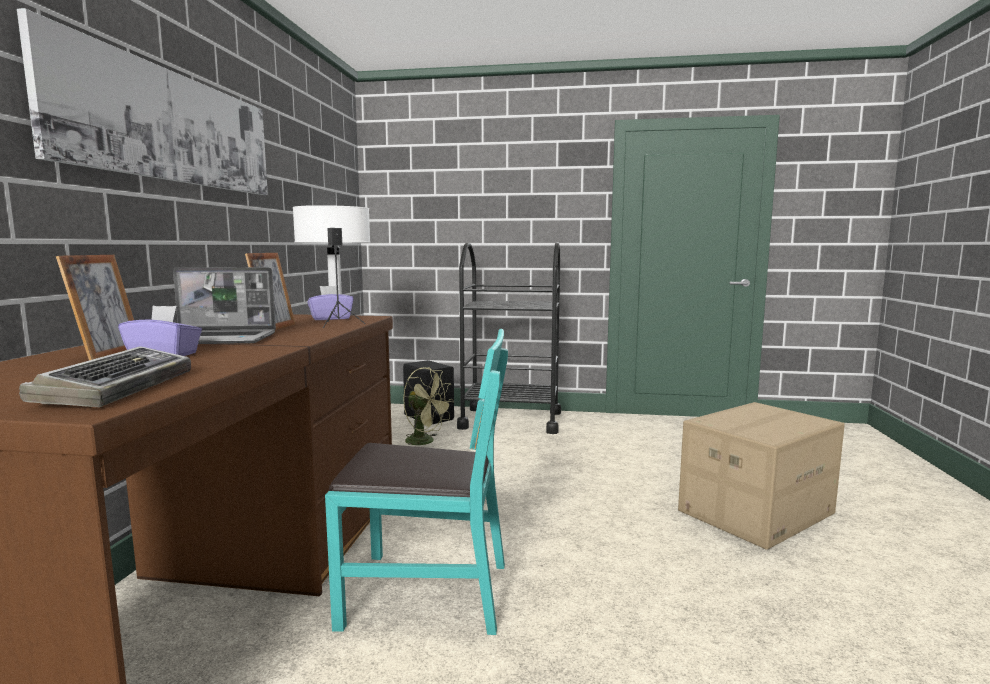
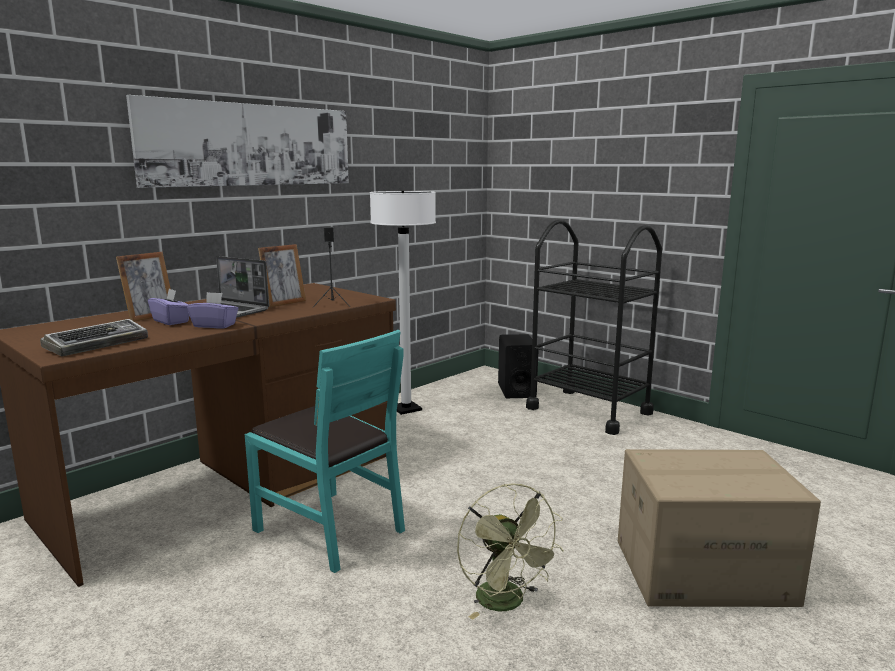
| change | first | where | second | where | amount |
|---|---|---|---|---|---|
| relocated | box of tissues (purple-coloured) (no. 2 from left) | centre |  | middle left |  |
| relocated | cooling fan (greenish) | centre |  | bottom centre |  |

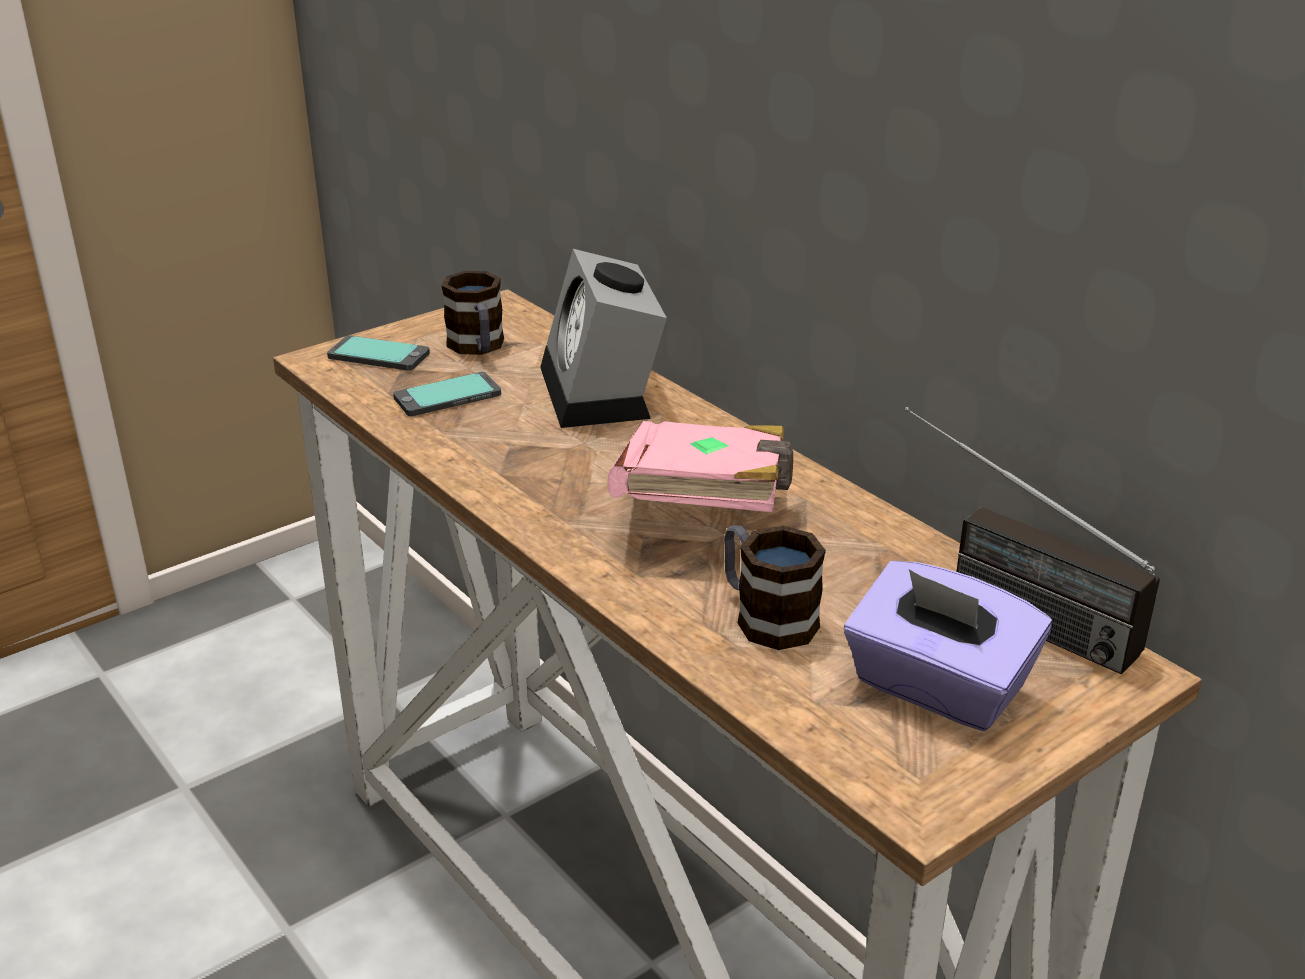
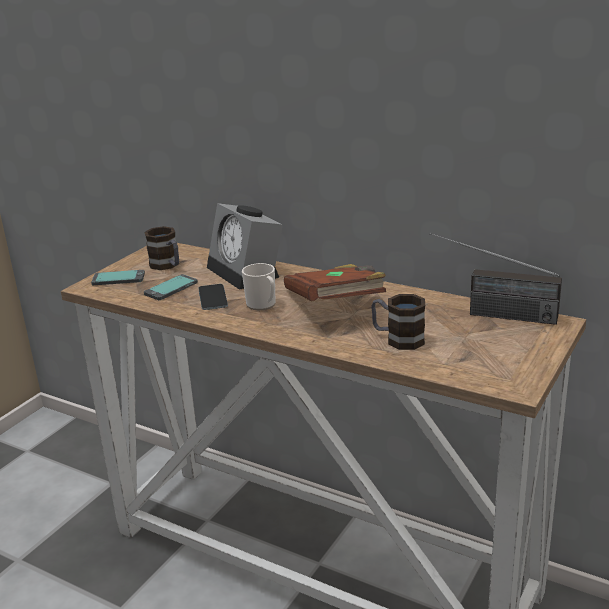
| change | first | where | second | where | amount |
|---|---|---|---|---|---|
| appeared |  |  | handset (no. 3 from left) | centre |  |
| appeared |  |  | mug (no. 2 from left) | centre |  |
| colour | volume (pinkish) | centre | volume (brownish) | centre |  |
| missing | box of tissues (purple-coloured) | middle right |  |  |  |

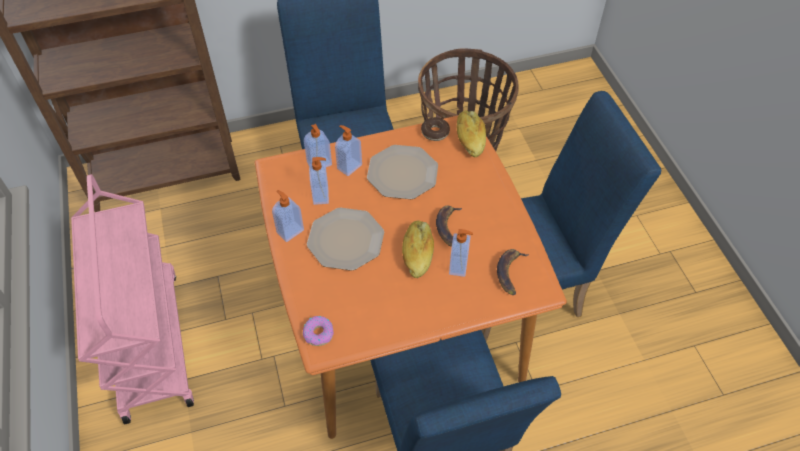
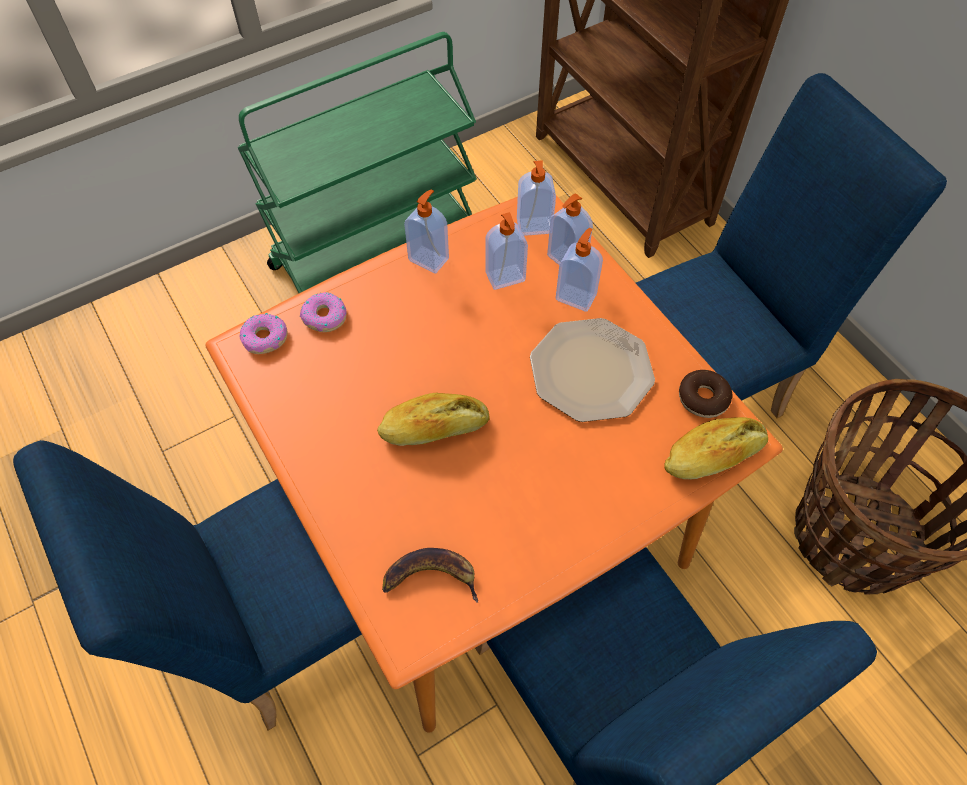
| change | first | where | second | where | amount |
|---|---|---|---|---|---|
| colour | trolley (pinkish) | middle left | trolley (greenish) | top centre |  |
| appeared |  |  | ring doughnut (no. 2 from left) | centre |  |
| relocated | soap dispenser (no. 5 from left in the first image) | centre | soap dispenser (no. 3 from left) | top centre |  |
| missing | flat dish (no. 1 from left) | centre |  |  |  |
| missing | banana fruit (no. 1 from left) | centre |  |  |  |

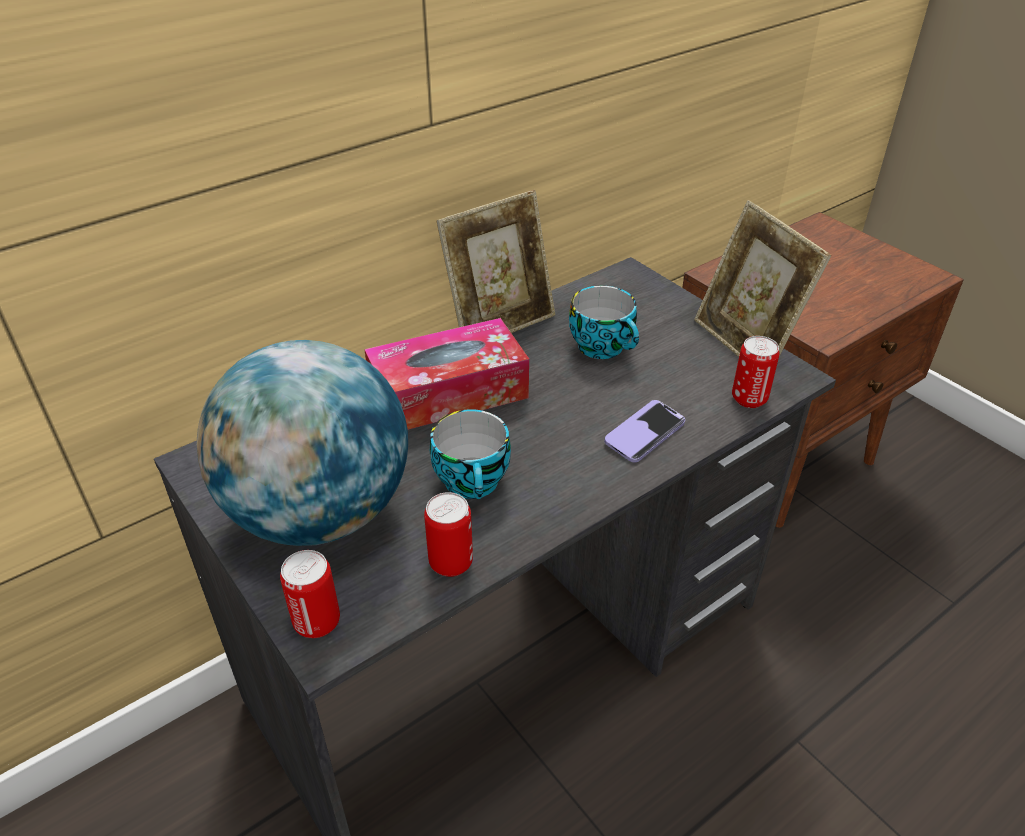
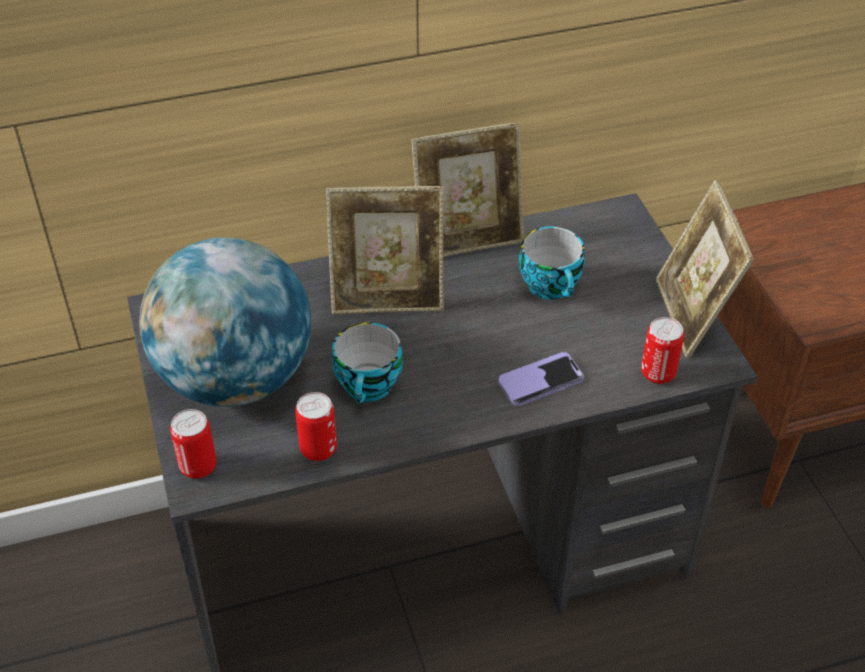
| change | first | where | second | where | amount |
|---|---|---|---|---|---|
| exchanged | box of tissues | centre | picture frame (no. 1 from left) | centre |  |

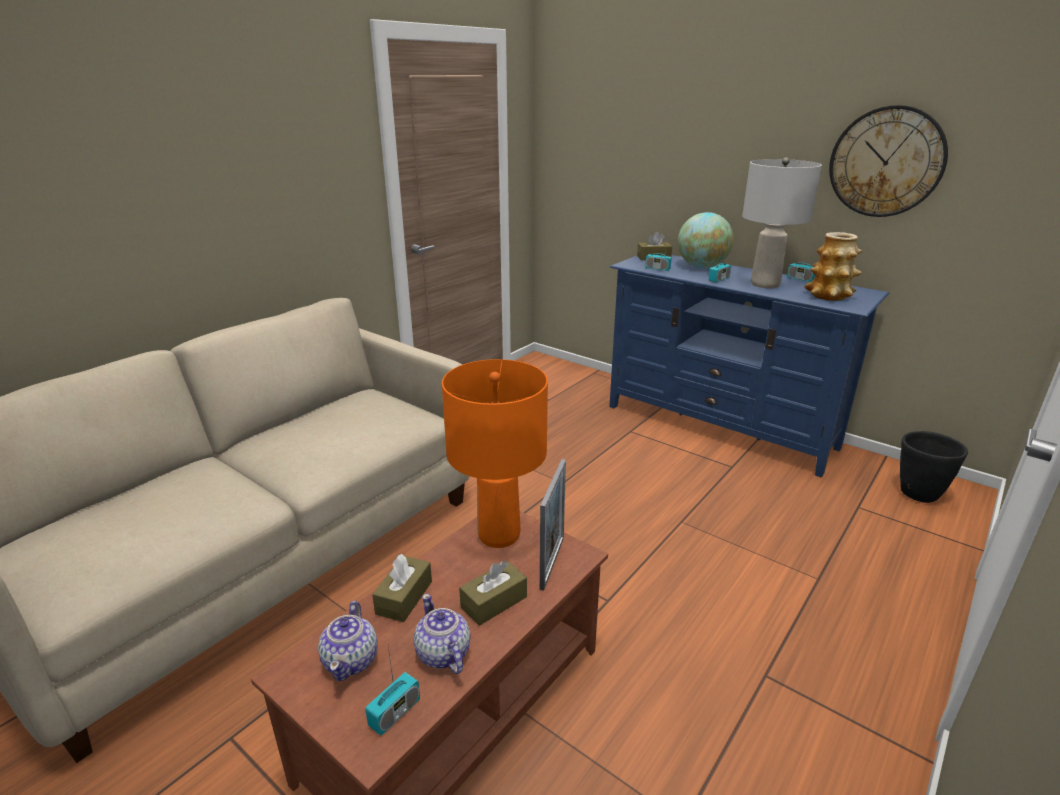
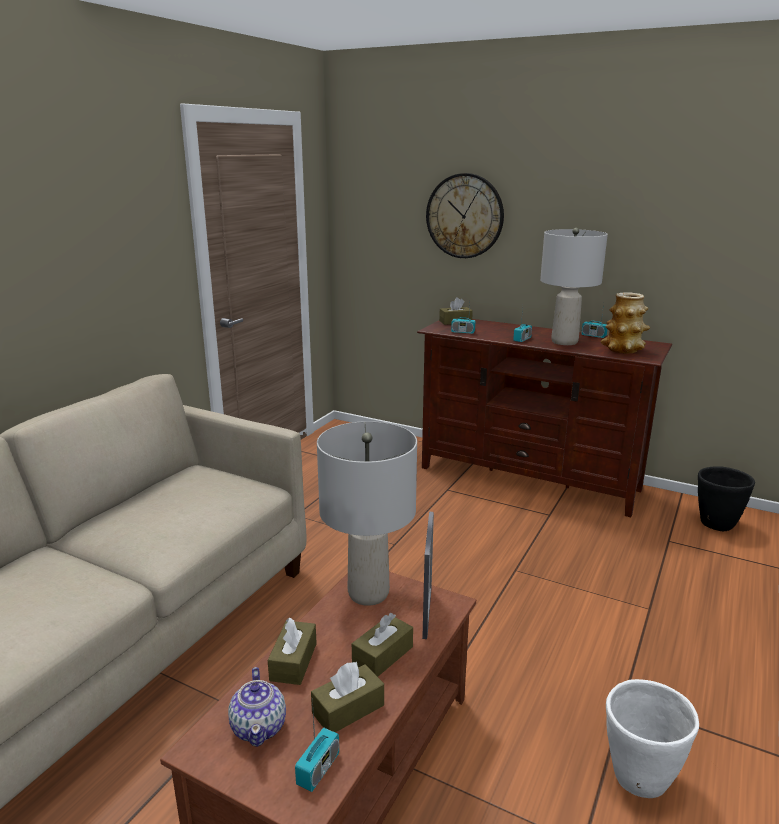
| change | first | where | second | where | amount |
|---|---|---|---|---|---|
| exchanged | tea pot (no. 2 from left) | bottom centre | box of tissues (brownish) (no. 2 from left) | bottom centre |  |
| colour | lamp for a table (orangey) | centre | lamp for a table (gray) (no. 1 from left) | centre |  |
| colour | media console (bluish) | middle right | media console (brownish) | middle right |  |
| relocated | wall clock | top right |  | top centre |  |
| appeared |  |  | planter (white) | bottom right |  |
| missing | desk globe | top centre |  |  |  |

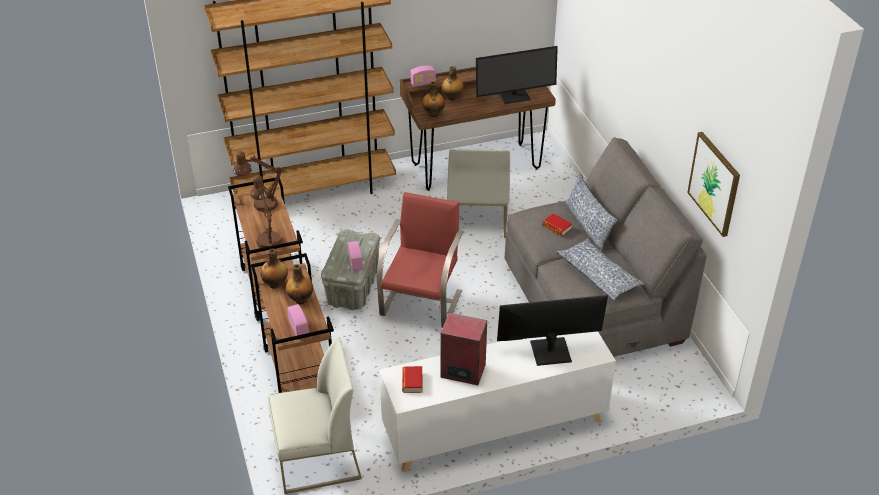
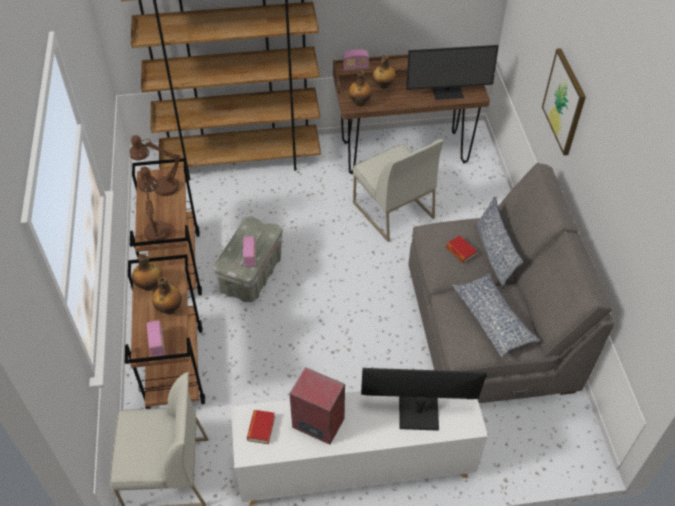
| change | first | where | second | where | amount |
|---|---|---|---|---|---|
| spun | plain chair (white) (no. 2 from left) | centre |  | centre | 45 degrees counterclockwise |
| relocated | wall picture | middle right |  | top right |  |
| missing | plain chair (red-coloured) | centre |  |  |  |

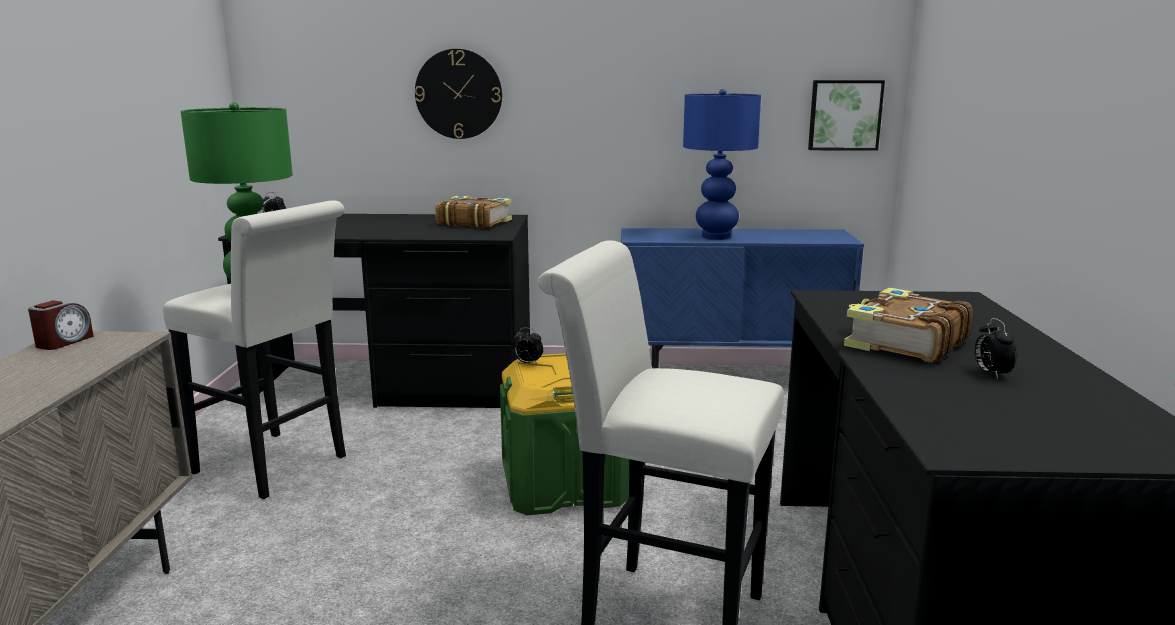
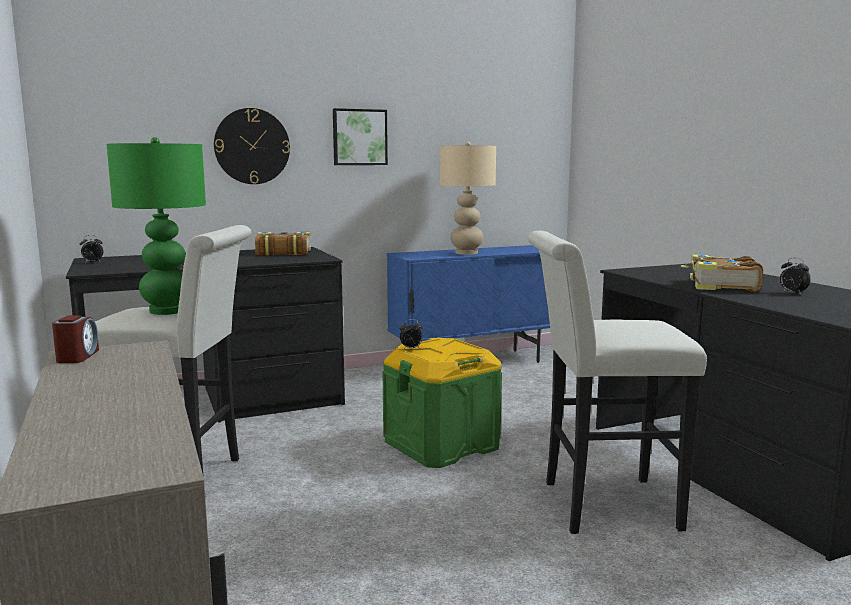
| change | first | where | second | where | amount |
|---|---|---|---|---|---|
| relocated | wall picture | top right |  | top centre |  |
| colour | lamp for a table (bluish) | top centre | lamp for a table (beige-coloured) | top centre |  |

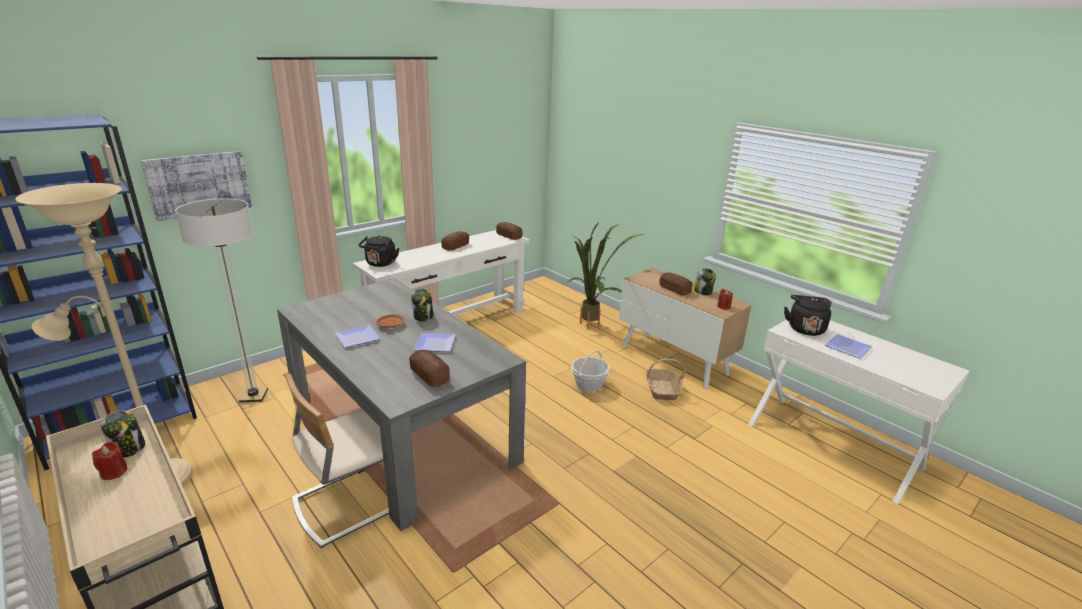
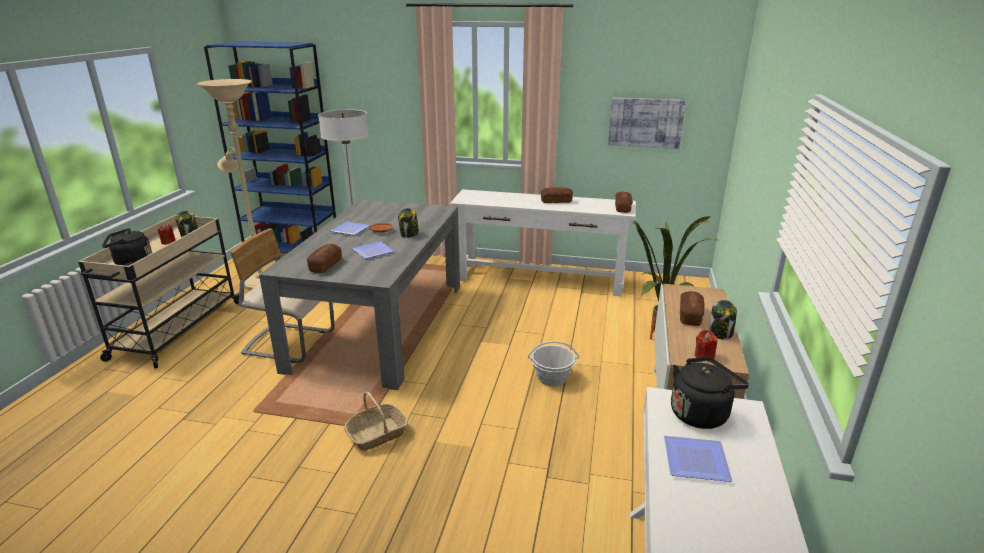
| change | first | where | second | where | amount |
|---|---|---|---|---|---|
| relocated | kettle (black) (no. 1 from left) | centre |  | middle left |  |
| relocated | storage basket (no. 2 from left in the first image) | centre | storage basket (no. 1 from left) | bottom centre |  |
| relocated | wall picture | top left |  | top centre |  |

